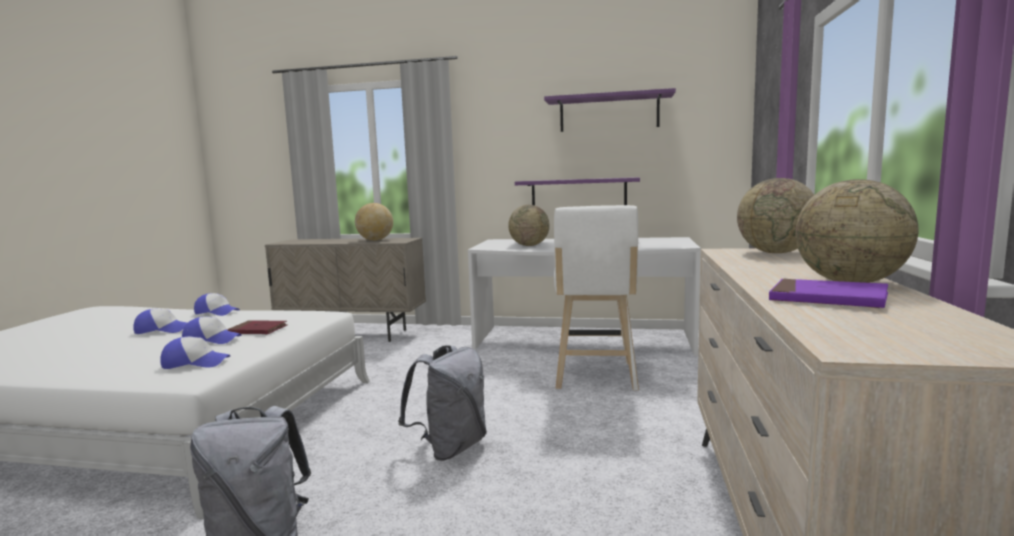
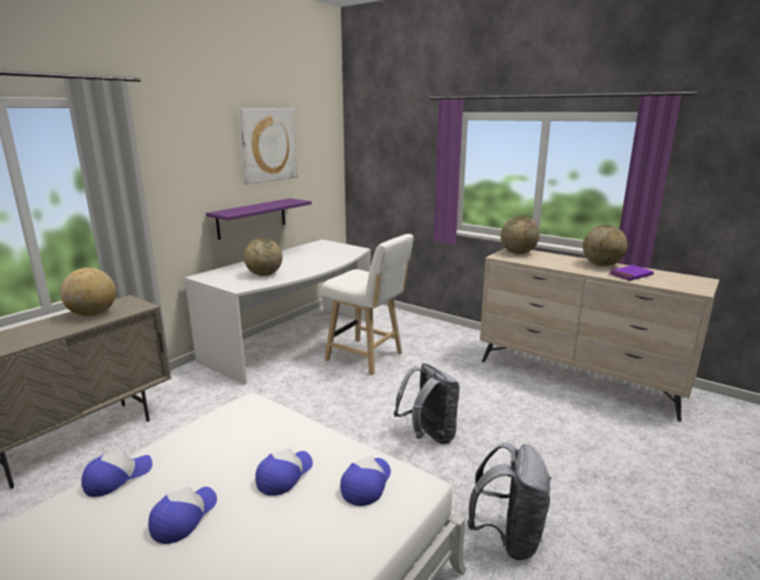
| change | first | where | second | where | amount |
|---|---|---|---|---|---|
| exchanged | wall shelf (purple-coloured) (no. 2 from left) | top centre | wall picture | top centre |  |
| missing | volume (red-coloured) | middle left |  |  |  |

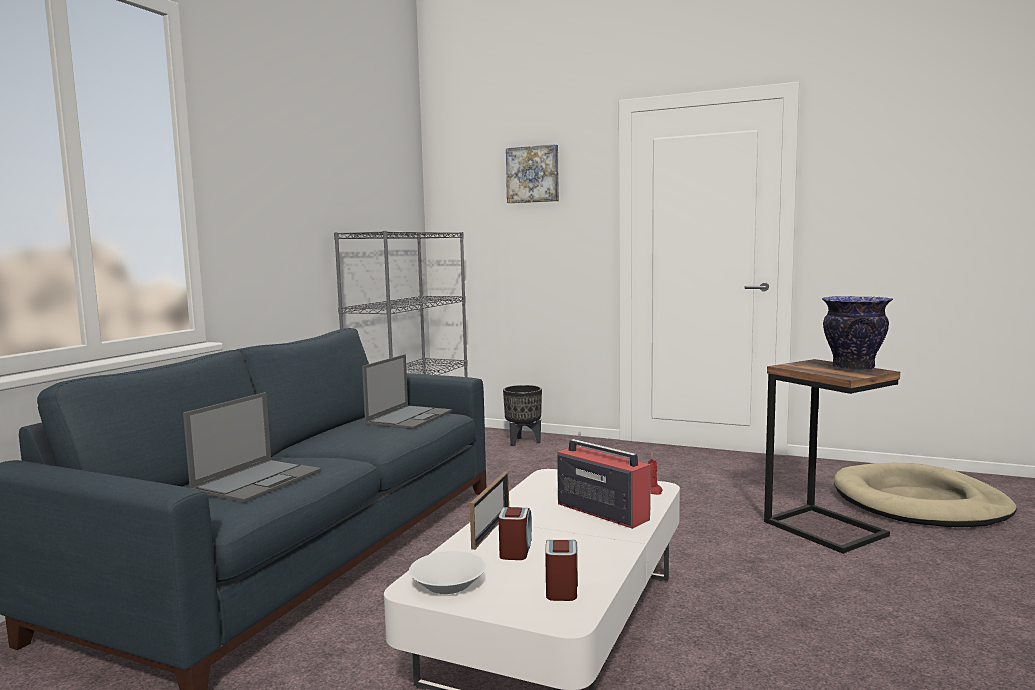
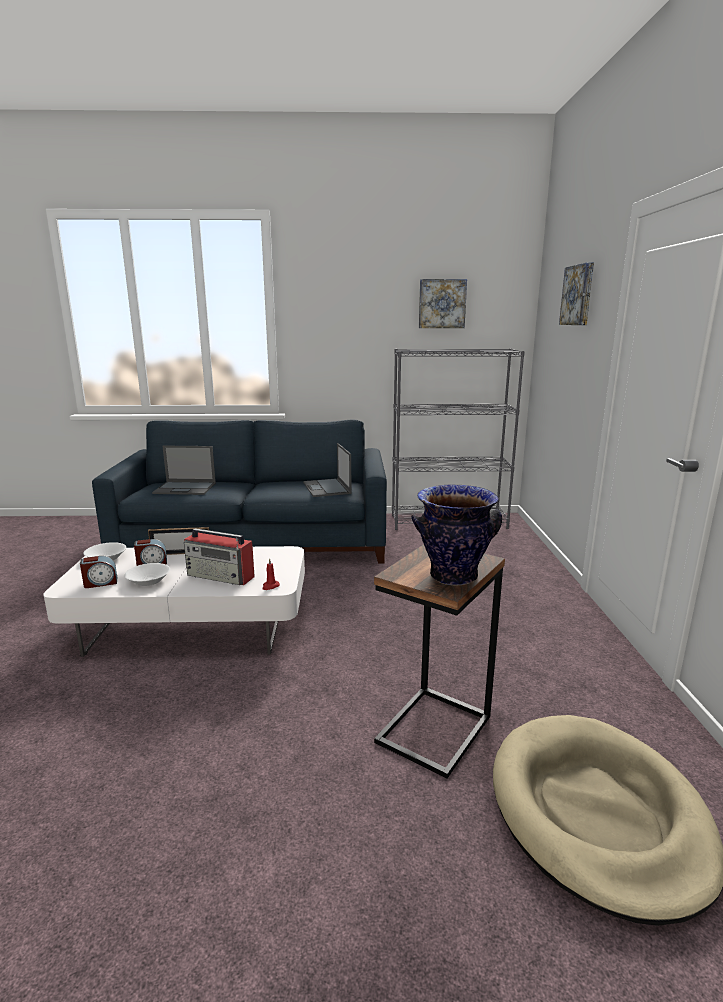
| change | first | where | second | where | amount |
|---|---|---|---|---|---|
| appeared |  |  | serving bowl (white) (no. 2 from left) | middle left |  |
| spun | radio receiver | bottom centre |  | middle left | 90 degrees clockwise |
| spun | laptop (no. 2 from left) | centre |  | centre | 75 degrees clockwise |
| appeared |  |  | wall picture (no. 1 from left) | top centre |  |
| missing | planter (black) | centre |  |  |  |

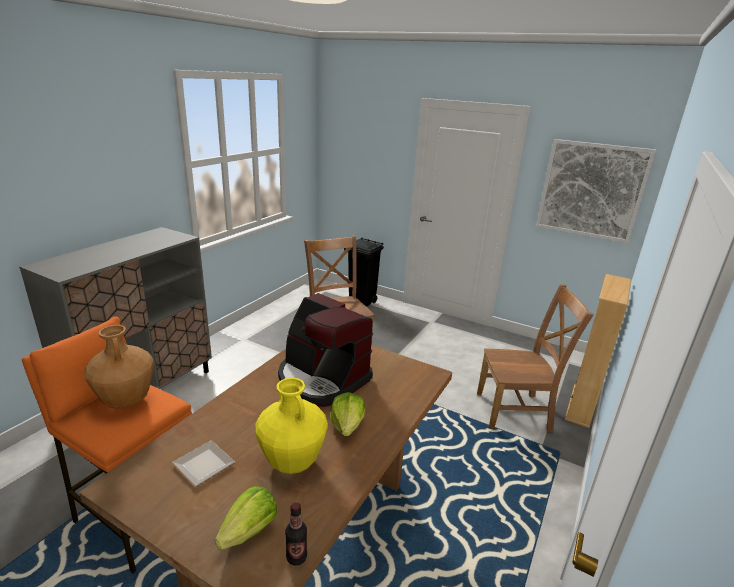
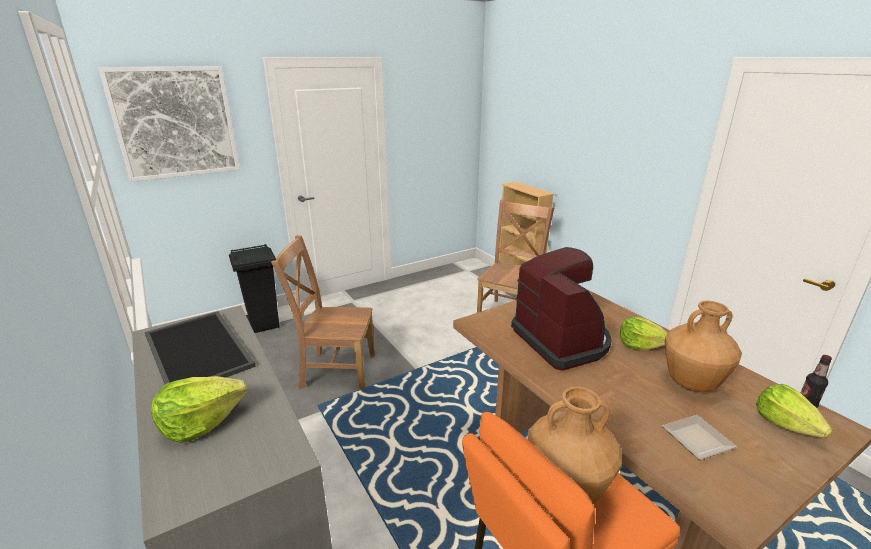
| change | first | where | second | where | amount |
|---|---|---|---|---|---|
| relocated | wall picture | top right |  | top left |  |
| appeared |  |  | carrying tray | middle left |  |
| appeared |  |  | lettuce head (no. 1 from left) | bottom left |  |
| spun | coffee machine | centre |  | centre | 90 degrees counterclockwise |
| colour | vase (yellowish) | bottom centre | vase (brownish) (no. 2 from left) | middle right |  |

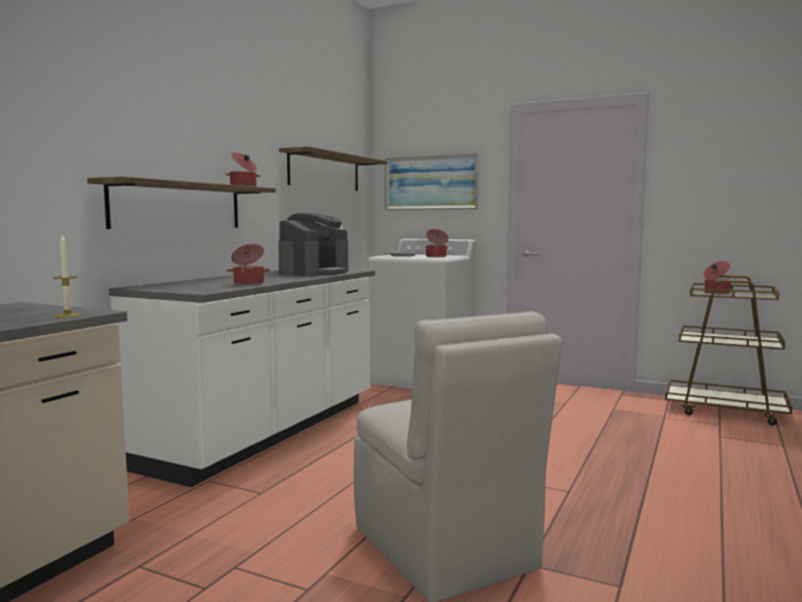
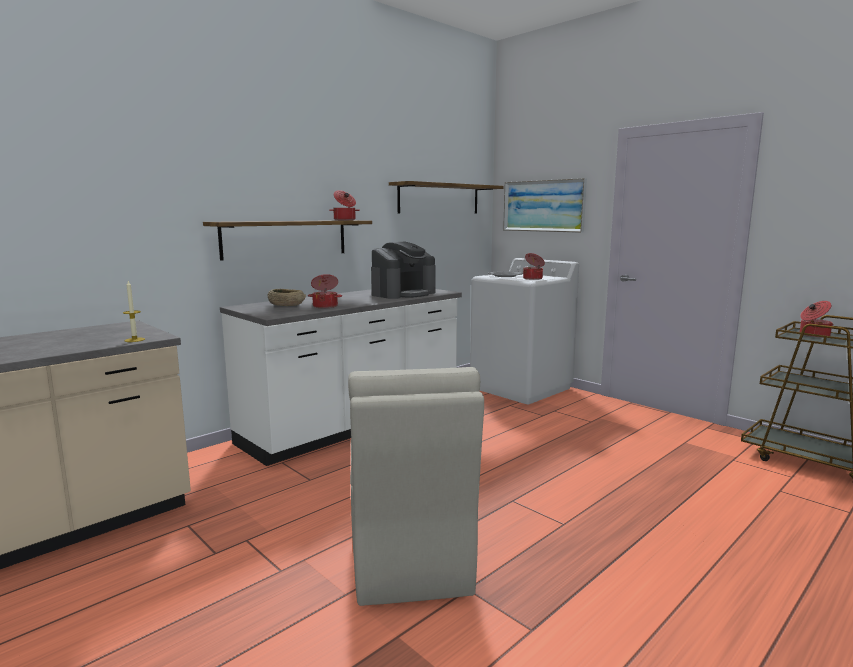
| change | first | where | second | where | amount |
|---|---|---|---|---|---|
| appeared |  |  | serving bowl (beige-coloured) | centre |  |

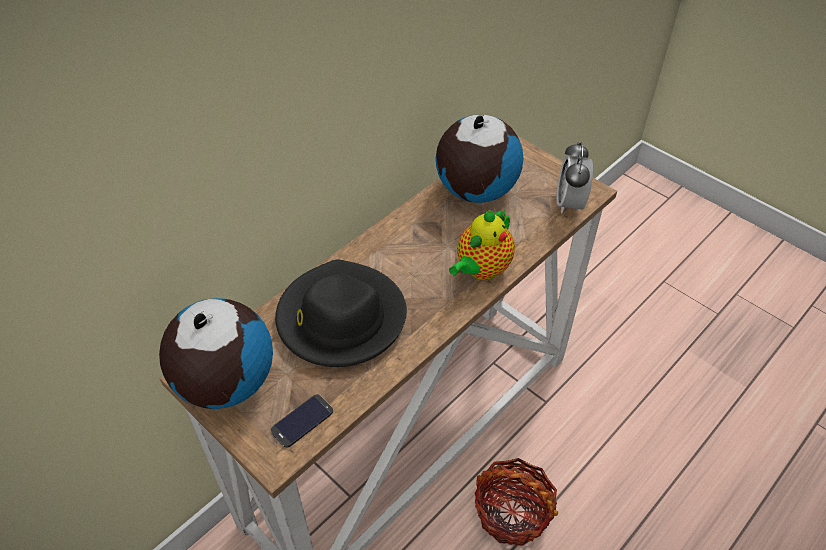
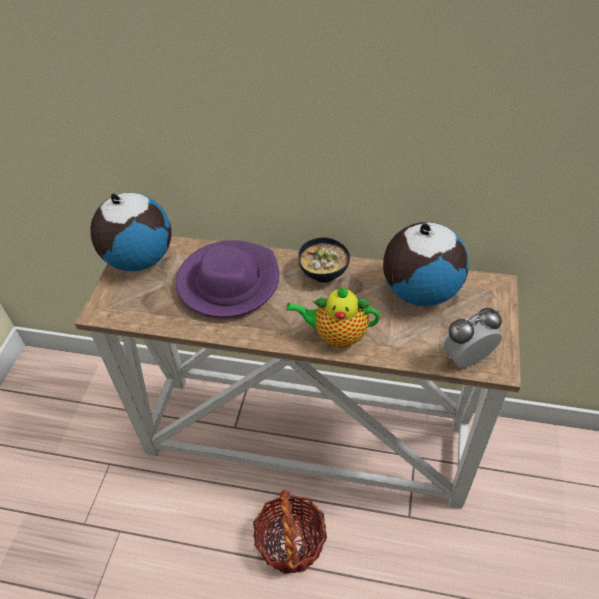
| change | first | where | second | where | amount |
|---|---|---|---|---|---|
| colour | hat (black) | centre | hat (purple-coloured) | centre |  |
| appeared |  |  | serving bowl | centre |  |
| missing | handset | bottom centre |  |  |  |

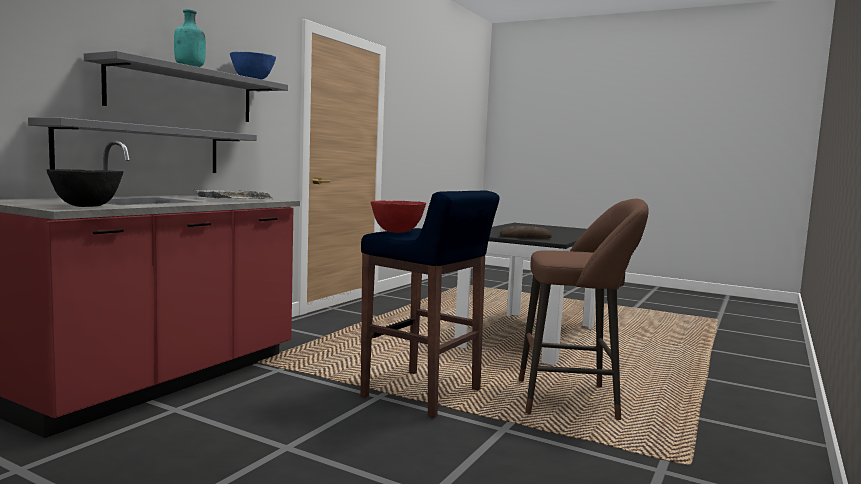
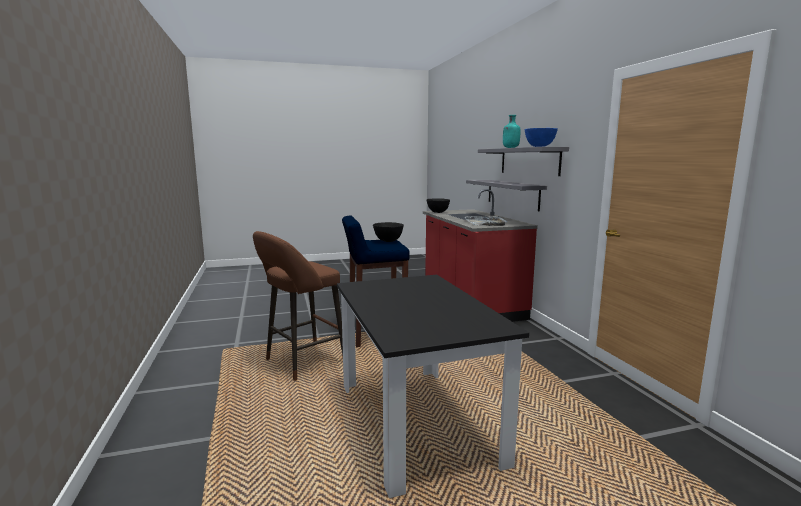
| change | first | where | second | where | amount |
|---|---|---|---|---|---|
| colour | serving bowl (red-coloured) | centre | serving bowl (black) (no. 1 from left) | centre |  |
| missing | baked bread | centre |  |  |  |

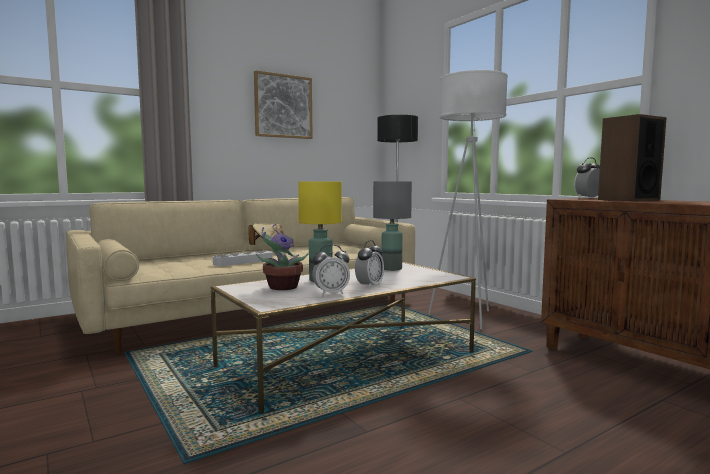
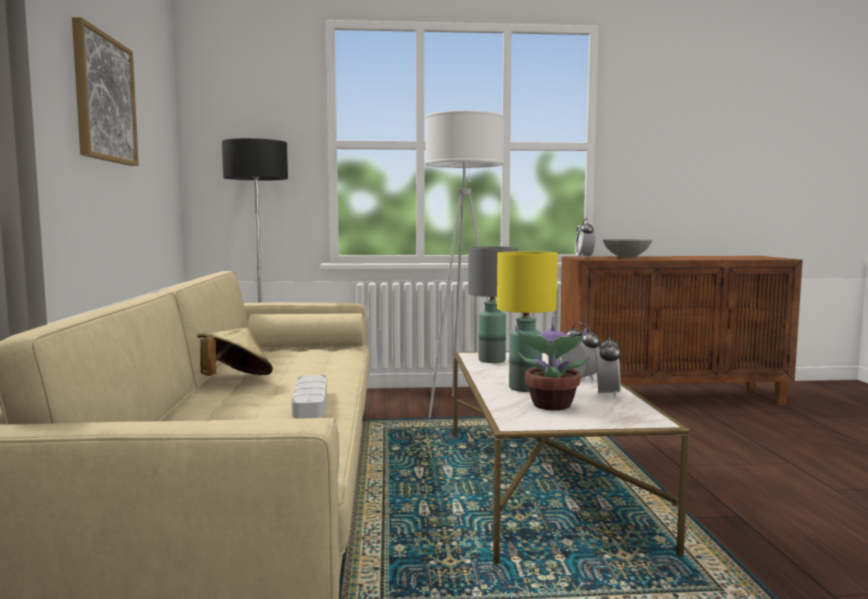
| change | first | where | second | where | amount |
|---|---|---|---|---|---|
| exchanged | loudspeaker | top right | serving bowl (gray) | middle right |  |

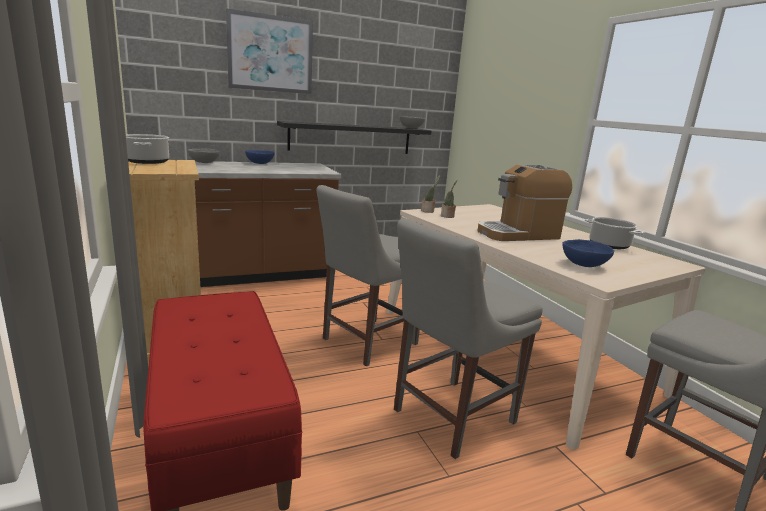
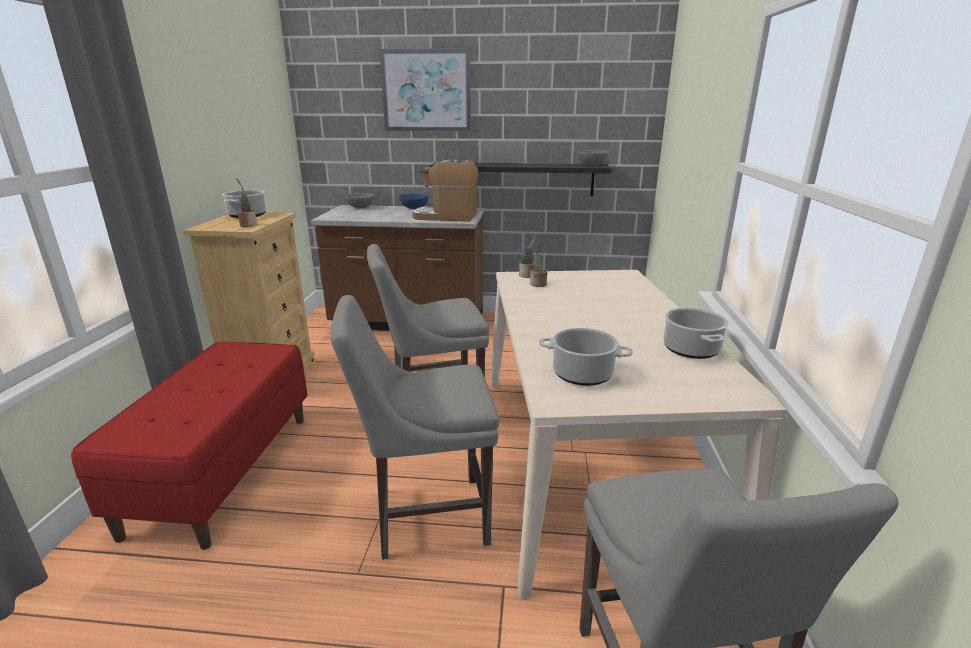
| change | first | where | second | where | amount |
|---|---|---|---|---|---|
| appeared |  |  | plant in a pot (no. 1 from left) | top left |  |
| relocated | coffee machine | middle right |  | top centre |  |
| exchanged | serving bowl (bluish) (no. 2 from left) | middle right | stockpot (no. 2 from left) | centre |  |

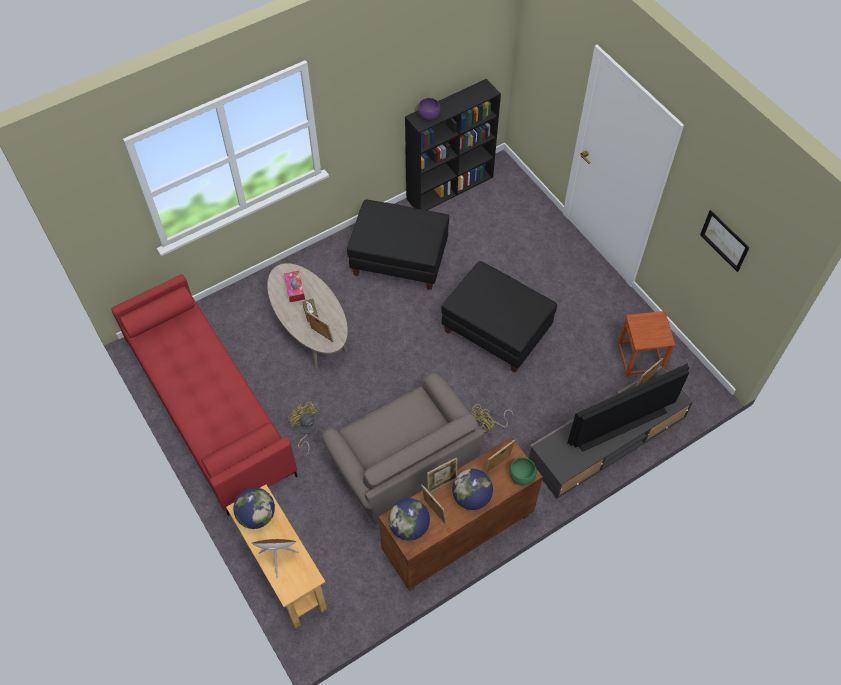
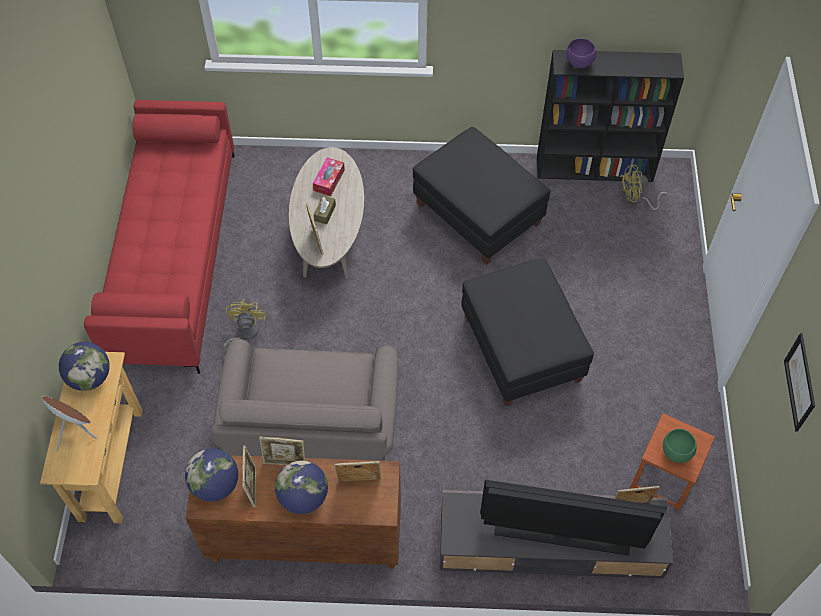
| change | first | where | second | where | amount |
|---|---|---|---|---|---|
| relocated | cooling fan (yellowish) (no. 2 from left) | centre |  | top right |  |
| relocated | serving bowl (greenish) | bottom centre |  | bottom right |  |

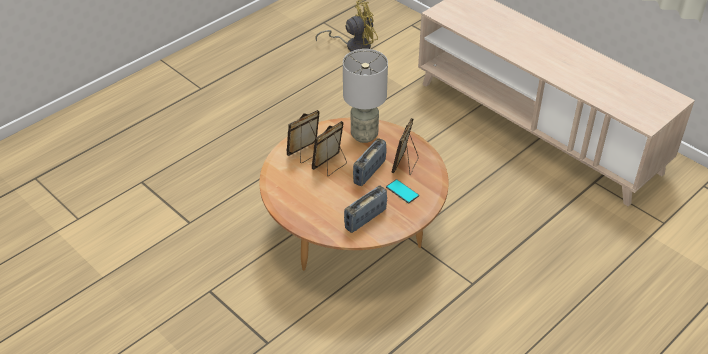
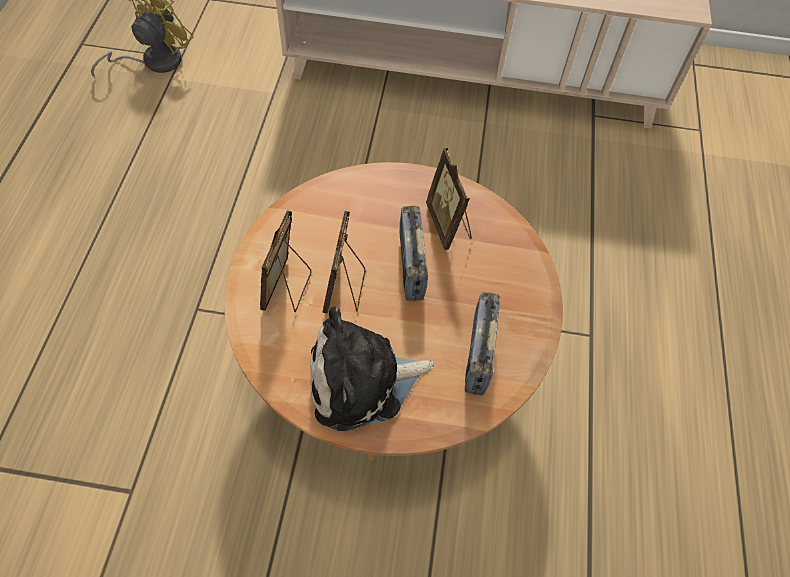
| change | first | where | second | where | amount |
|---|---|---|---|---|---|
| appeared |  |  | soft toy | centre |  |
| missing | lamp for a table (gray) | top centre |  |  |  |
| missing | handset | centre |  |  |  |

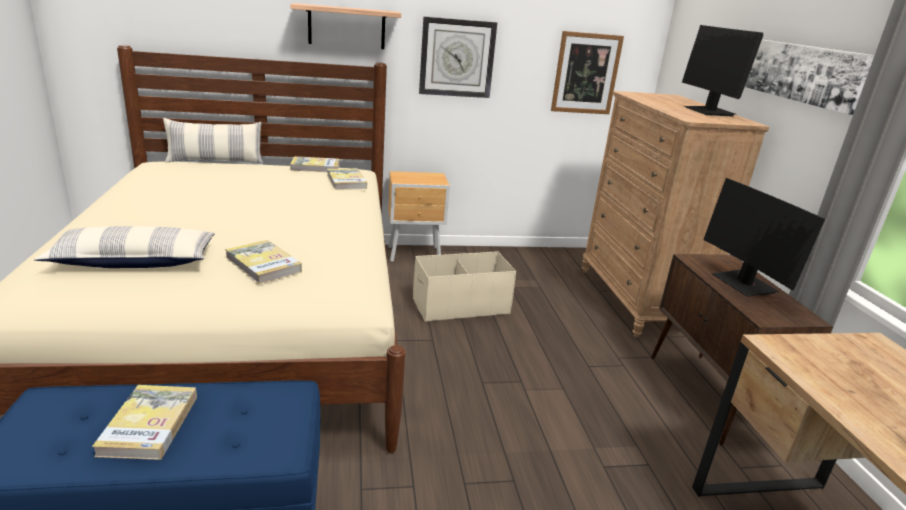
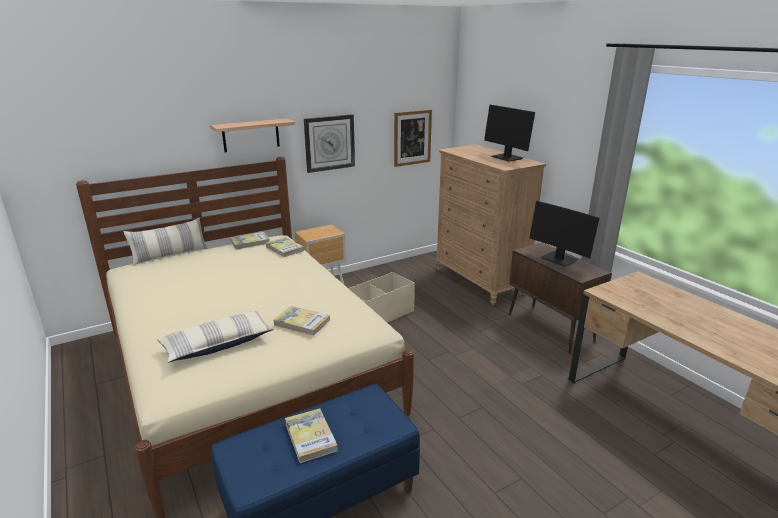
| change | first | where | second | where | amount |
|---|---|---|---|---|---|
| missing | wall picture (no. 2 from left) | top right |  |  |  |

